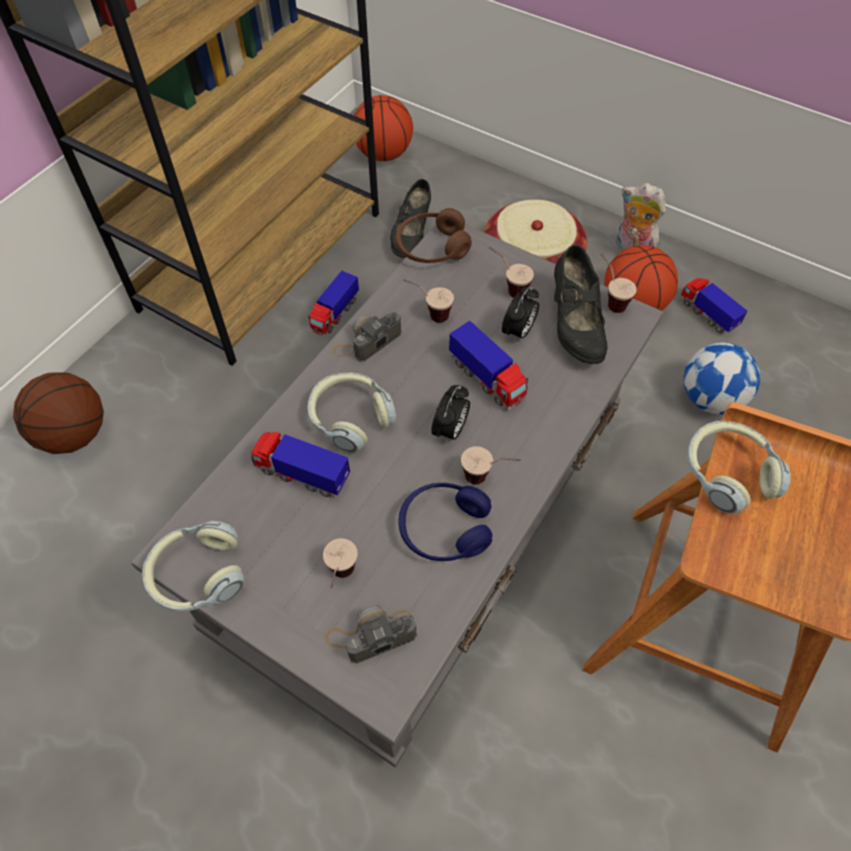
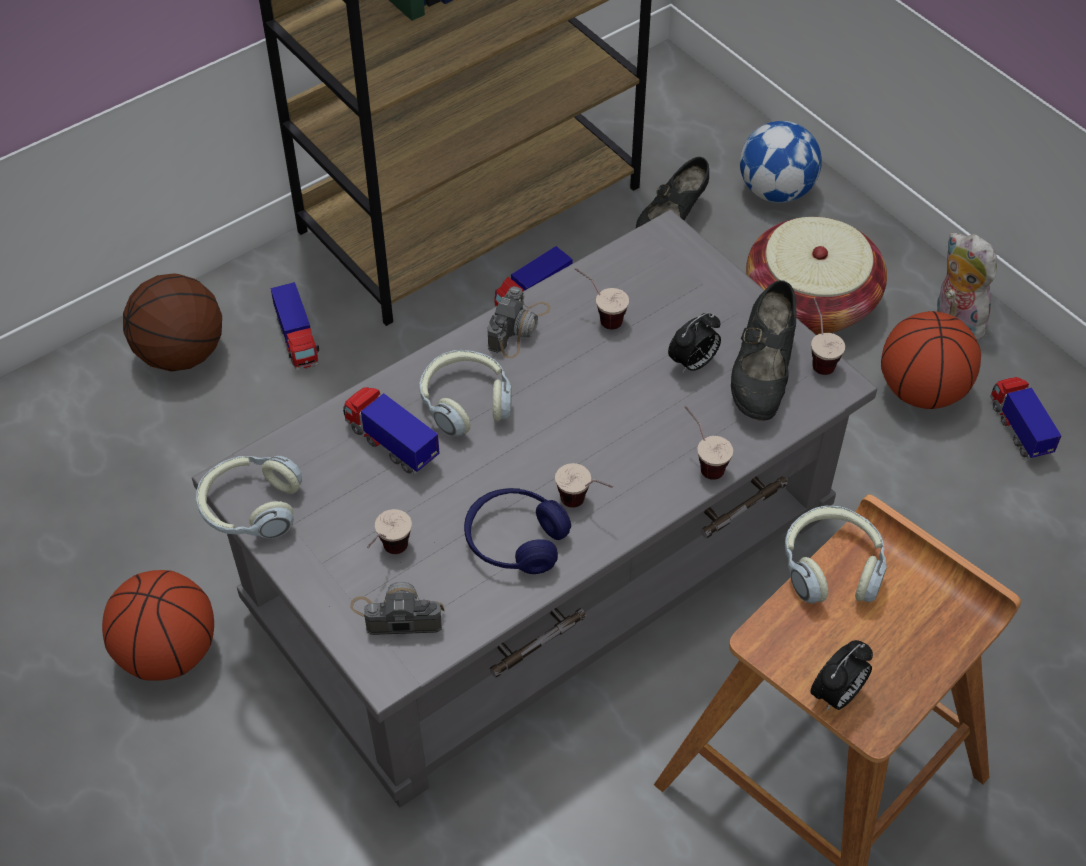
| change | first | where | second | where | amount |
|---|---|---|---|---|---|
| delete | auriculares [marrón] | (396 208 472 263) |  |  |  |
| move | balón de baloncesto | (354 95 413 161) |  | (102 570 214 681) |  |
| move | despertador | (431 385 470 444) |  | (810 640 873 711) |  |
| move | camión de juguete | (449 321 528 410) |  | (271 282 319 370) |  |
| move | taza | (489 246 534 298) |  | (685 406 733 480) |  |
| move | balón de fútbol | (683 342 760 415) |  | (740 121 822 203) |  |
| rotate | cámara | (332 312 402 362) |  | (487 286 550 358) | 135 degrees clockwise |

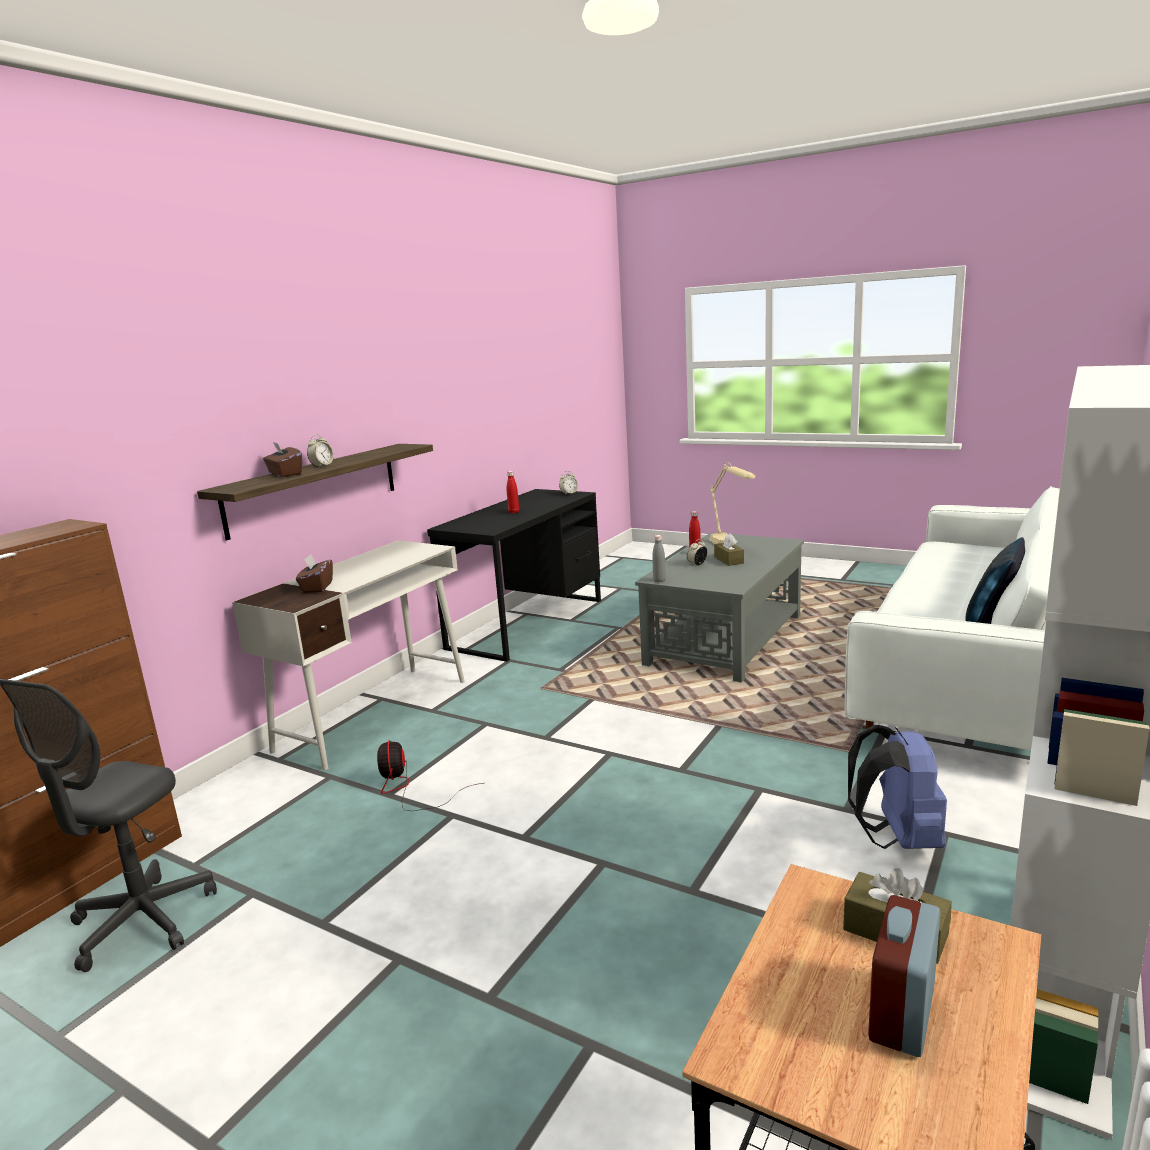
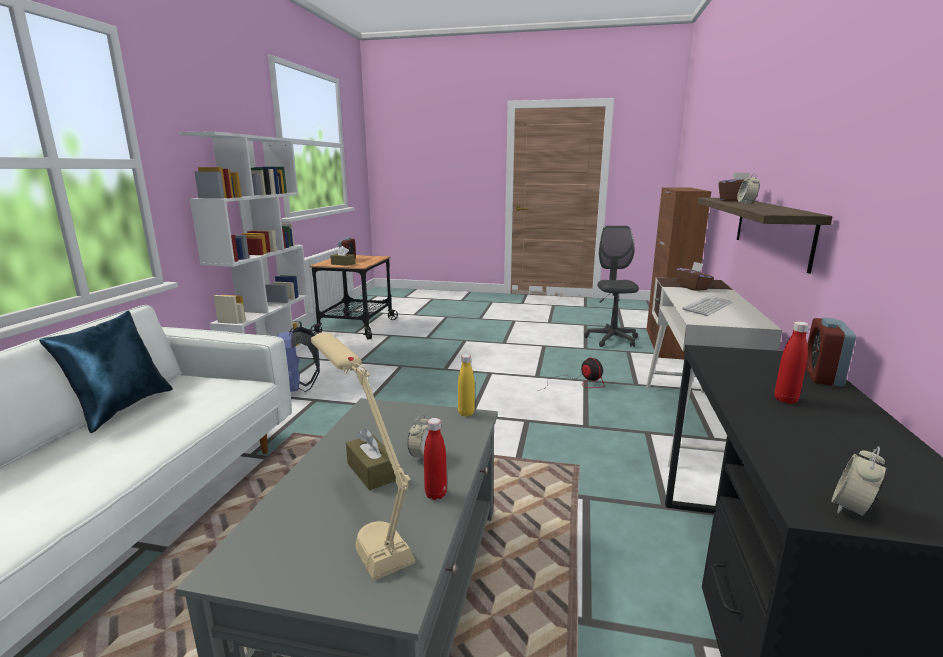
| change | first | where | second | where | amount |
|---|---|---|---|---|---|
| insert |  |  | teclado | (682 295 732 316) |  |
| insert |  |  | despertador | (806 317 856 386) |  |
| recolor | botella [gris] | (652 535 666 583) | botella [amarillo] | (458 354 475 417) |  |

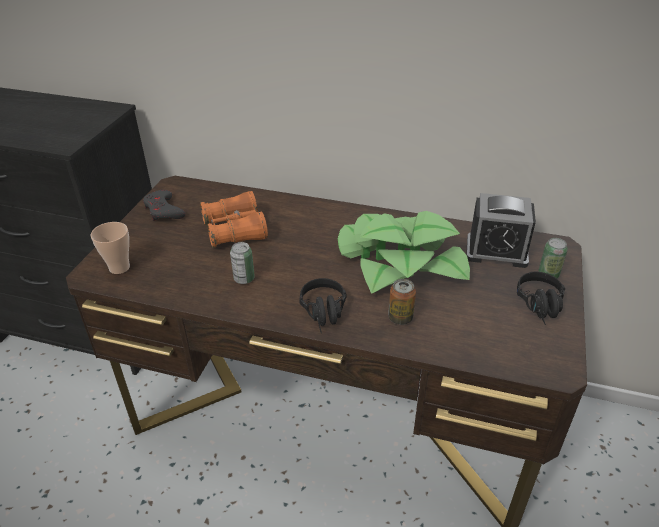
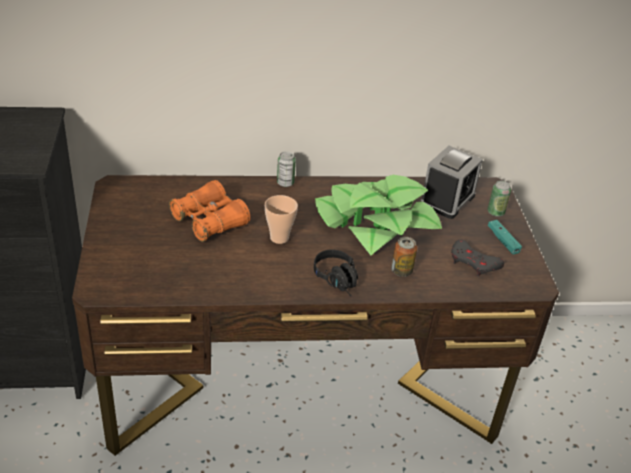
| change | first | where | second | where | amount |
|---|---|---|---|---|---|
| move | taza | (90 222 130 274) |  | (265 195 298 244) |  |
| move | mando de consola [gris] | (143 190 186 221) |  | (451 239 504 276) |  |
| move | lata | (230 242 255 284) |  | (277 151 296 187) |  |
| replace | auriculares [negro] | (517 272 565 325) | mando de consola [turquesa] | (488 220 522 254) |  |
| rotate | despertador | (466 193 536 268) |  | (420 146 483 219) | 45 degrees counterclockwise |

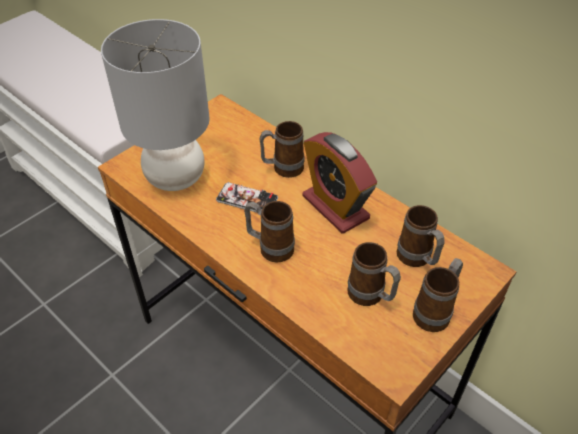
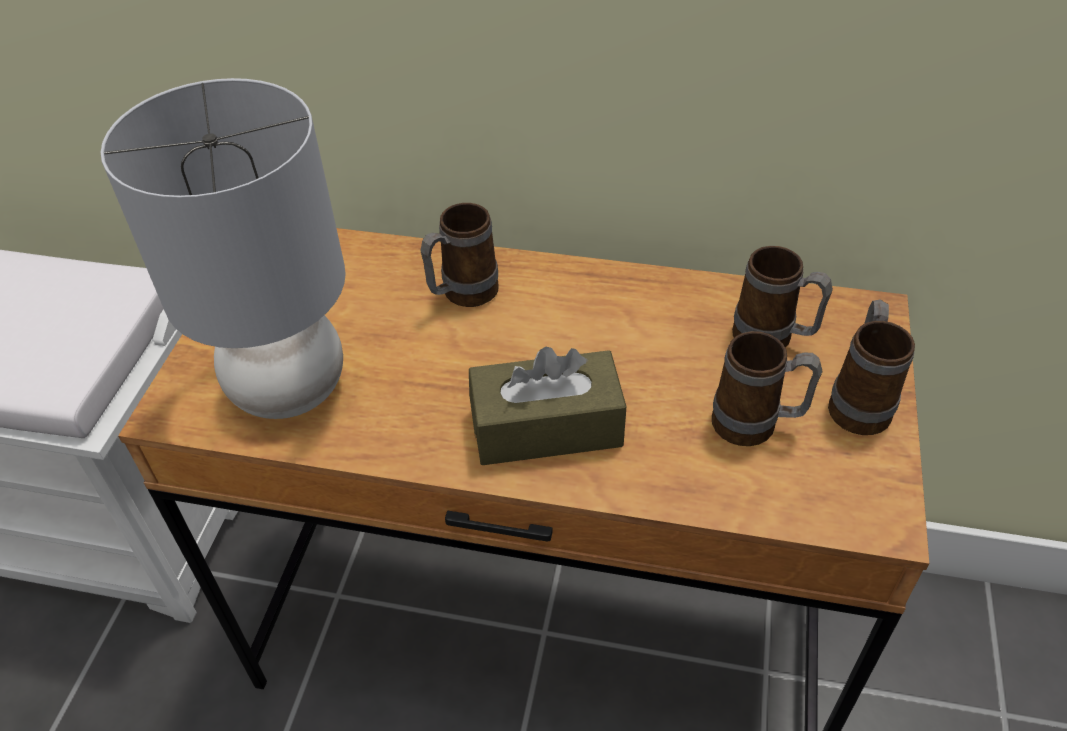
| change | first | where | second | where | amount |
|---|---|---|---|---|---|
| delete | móvil | (216 182 278 213) |  |  |  |
| delete | despertador | (302 132 377 234) |  |  |  |
| replace | taza grande | (244 201 295 263) | caja de pañuelos [marrón] | (469 347 626 465) |  |

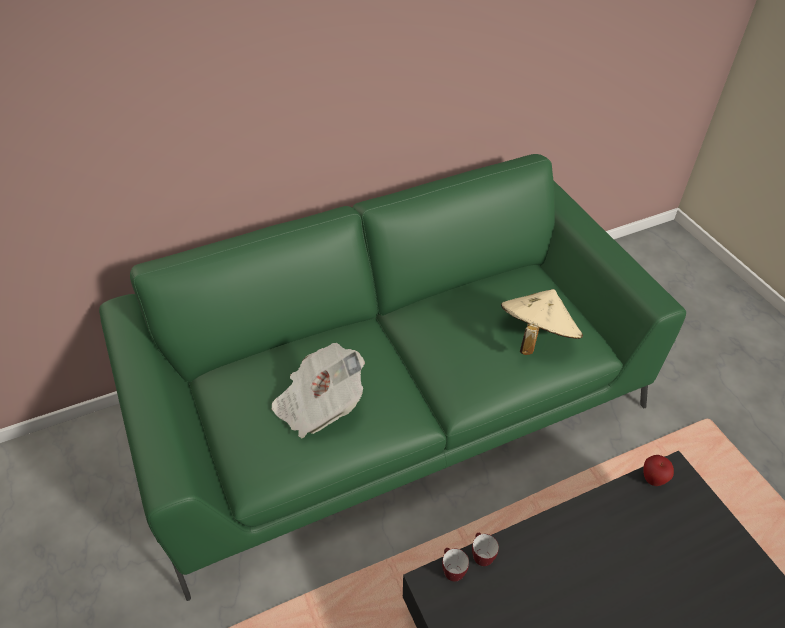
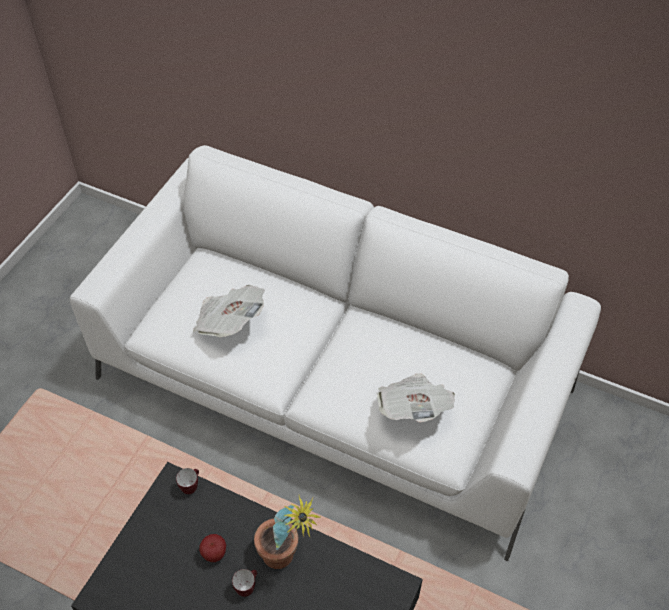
| change | first | where | second | where | amount |
|---|---|---|---|---|---|
| insert |  |  | planta en maceta | (254 496 320 569) |  |
| move | taza grande | (472 533 499 566) |  | (232 569 257 597) |  |
| move | manzana | (643 455 674 486) |  | (199 534 226 562) |  |
| replace | sombrero [beis] | (501 289 583 355) | periódico | (377 373 455 423) |  |
| recolor | sofá [verde] | (99 154 686 601) | sofá [blanco] | (70 145 601 561) |  |

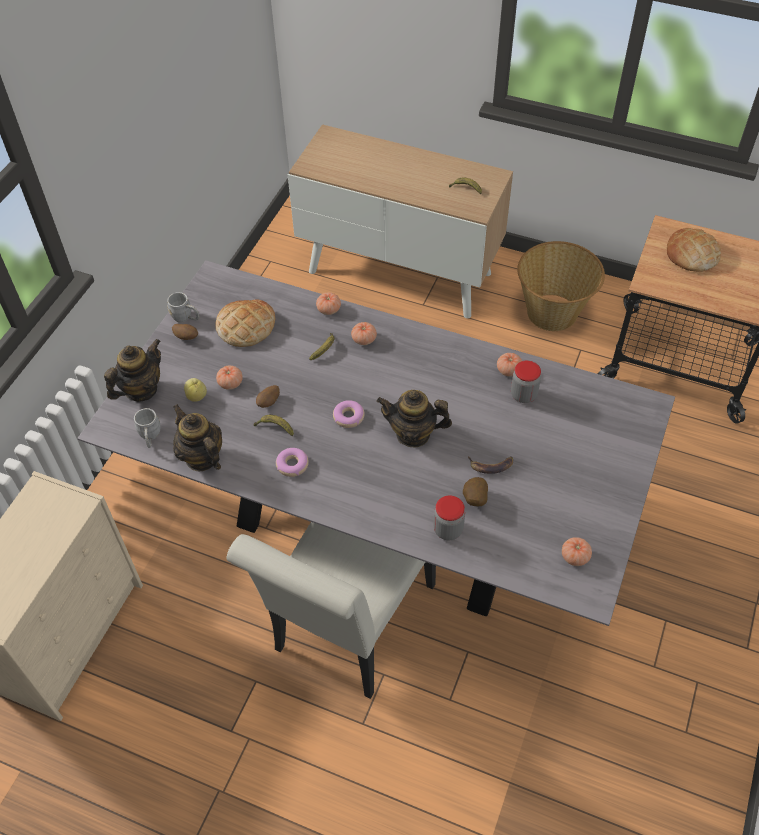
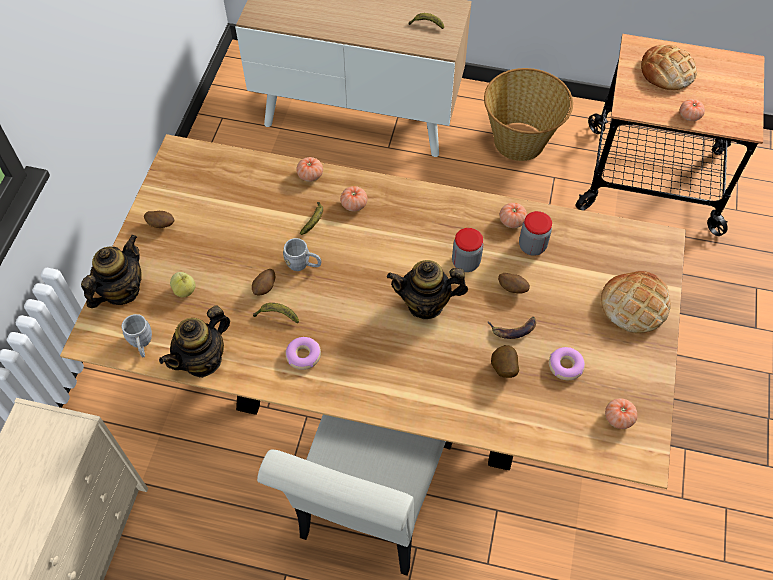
| change | first | where | second | where | amount |
|---|---|---|---|---|---|
| insert |  |  | patata | (498 273 530 293) |  |
| move | taza grande [gris] | (167 292 199 323) |  | (283 238 321 271) |  |
| move | pan | (215 300 275 347) |  | (601 271 671 333) |  |
| move | tomate | (216 366 243 390) |  | (680 99 705 121) |  |
| move | rosquilla | (333 400 365 428) |  | (549 347 585 380) |  |
| move | tarro | (434 495 465 540) |  | (452 228 483 272) |  |
| recolor | mesa de comedor [gris] | (77 260 675 626) | mesa de comedor [marrón] | (60 134 686 489) |  |
| rotate | tetera | (173 404 222 471) |  | (159 306 230 378) | 90 degrees counterclockwise |

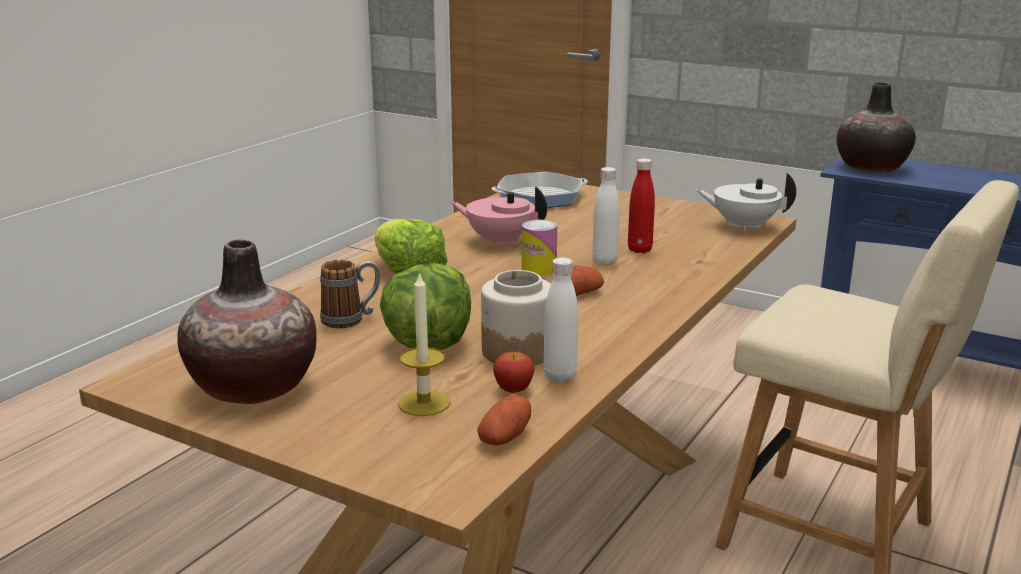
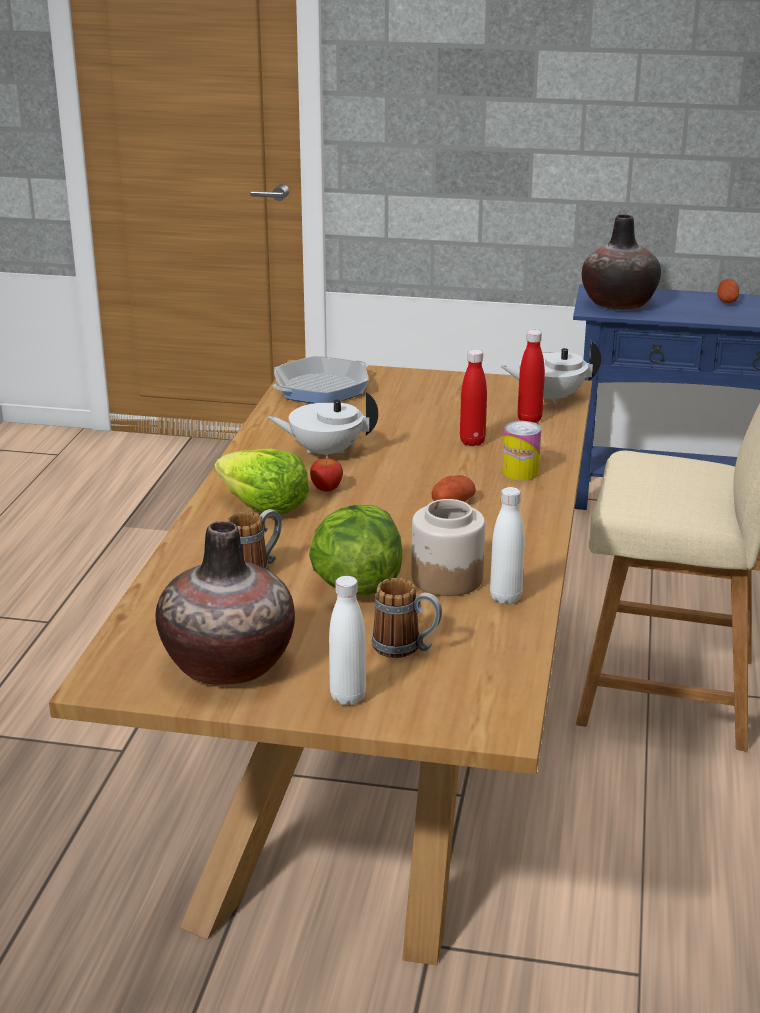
| change | first | where | second | where | amount |
|---|---|---|---|---|---|
| insert |  |  | botella [rojo] | (518 330 545 423) |  |
| move | patata | (477 394 531 445) |  | (718 279 739 303) |  |
| move | manzana | (493 351 535 393) |  | (310 458 343 492) |  |
| move | lata | (521 220 557 276) |  | (502 421 541 480) |  |
| move | botella [blanco] | (592 167 620 265) |  | (329 576 366 705) |  |
| replace | vela | (398 271 451 416) | taza grande | (372 578 442 658) |  |
| recolor | tetera [rosa] | (450 187 547 247) | tetera [blanco] | (267 392 378 458) |  |

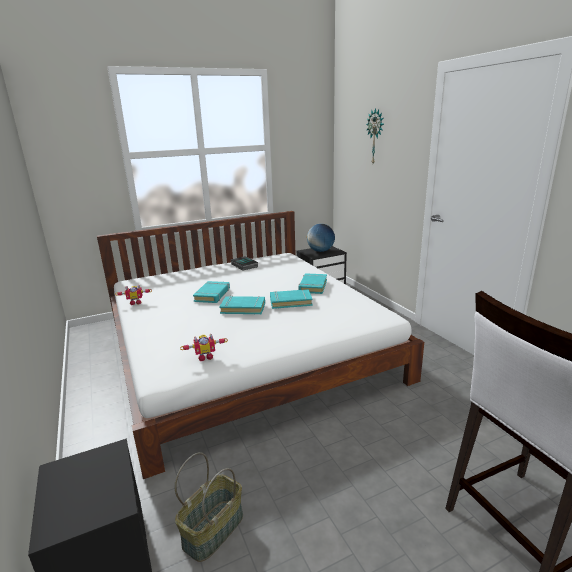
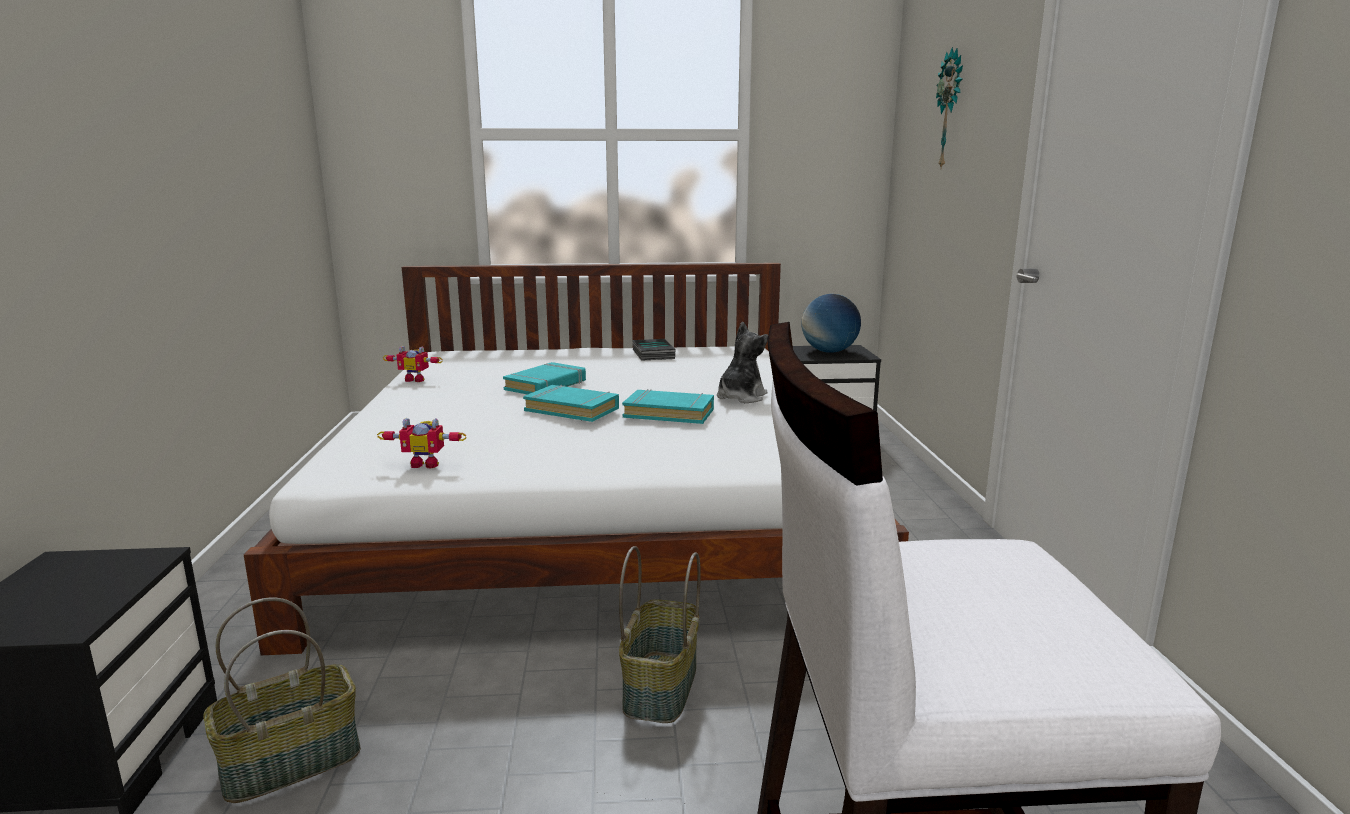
| change | first | where | second | where | amount |
|---|---|---|---|---|---|
| insert |  |  | cesta | (619 546 701 723) |  |
| replace | libro [turquesa] | (298 273 327 294) | peluche | (717 321 768 403) |  |

